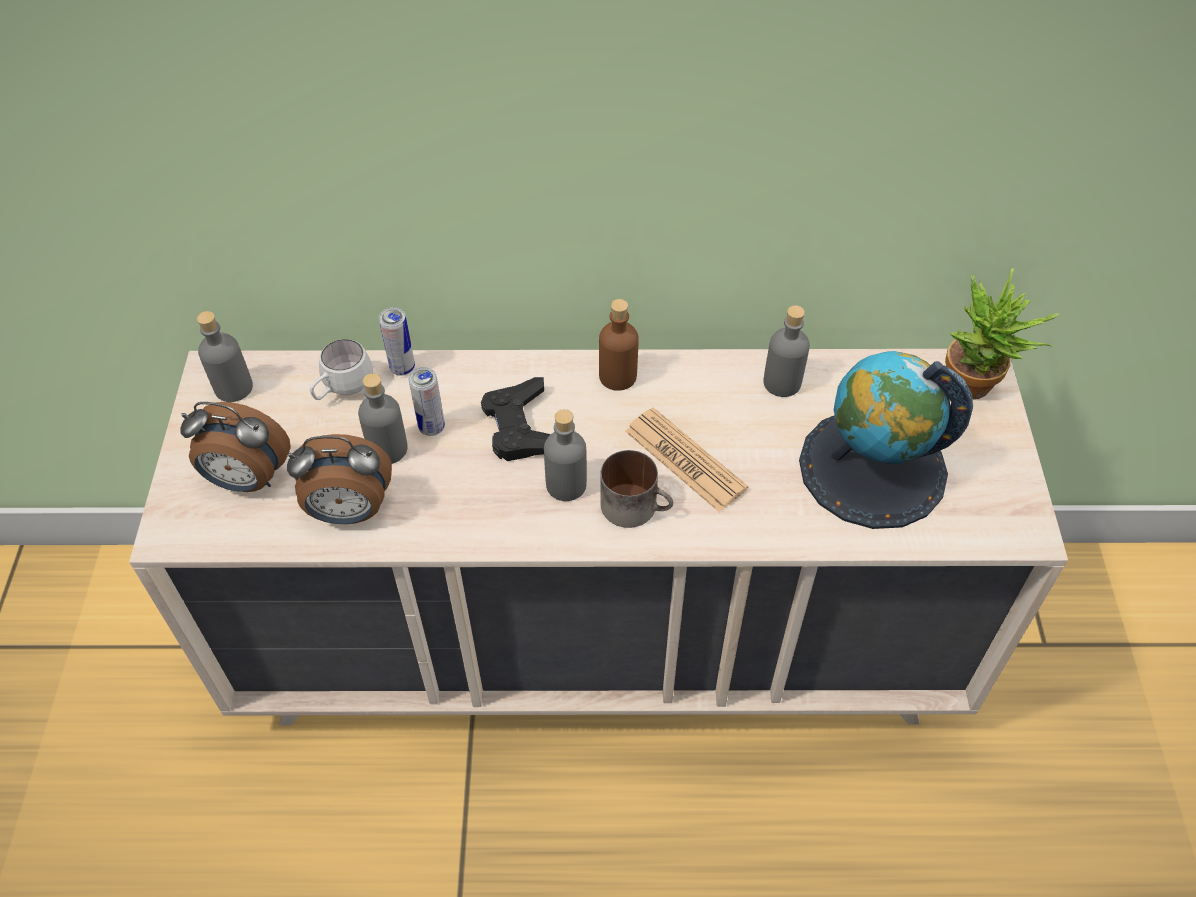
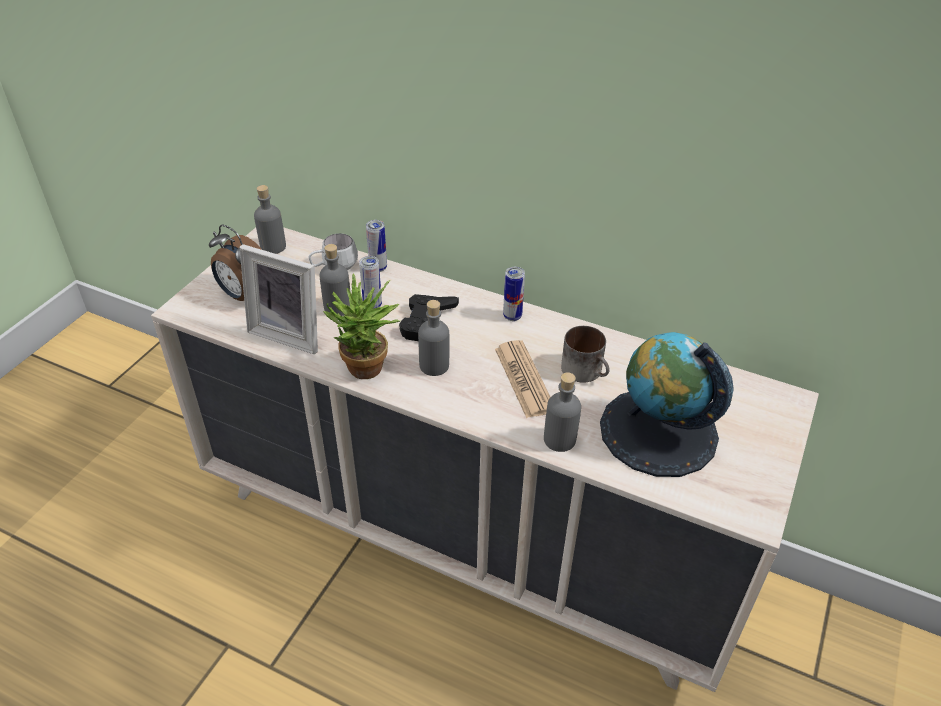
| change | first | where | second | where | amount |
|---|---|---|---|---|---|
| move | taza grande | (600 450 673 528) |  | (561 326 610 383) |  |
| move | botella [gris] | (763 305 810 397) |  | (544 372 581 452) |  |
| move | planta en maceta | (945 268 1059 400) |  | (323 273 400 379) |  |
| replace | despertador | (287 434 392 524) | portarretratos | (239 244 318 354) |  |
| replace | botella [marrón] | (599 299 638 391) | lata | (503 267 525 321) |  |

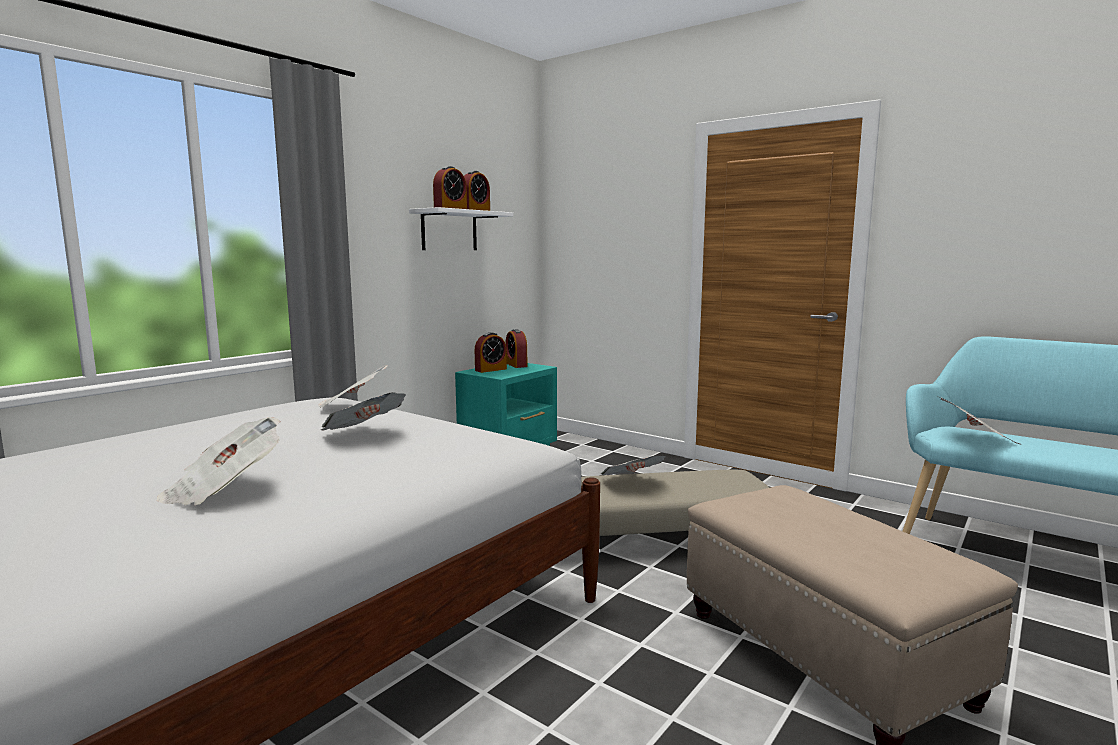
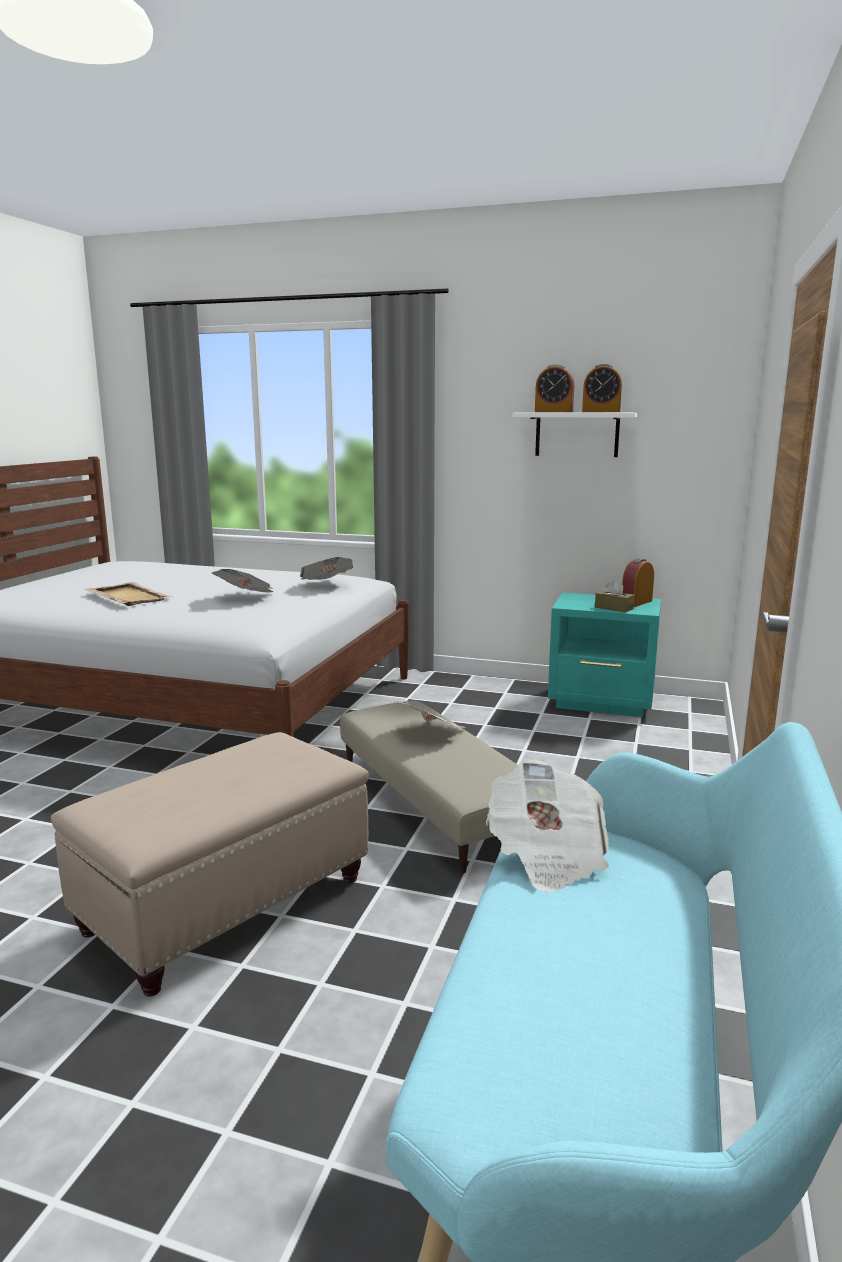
| change | first | where | second | where | amount |
|---|---|---|---|---|---|
| delete | despertador | (475 332 507 373) |  |  |  |
| insert |  |  | caja de pañuelos [marrón] | (595 580 635 613) |  |
| replace | periódico | (157 417 281 506) | bandeja [beis] | (85 582 174 606) |  |

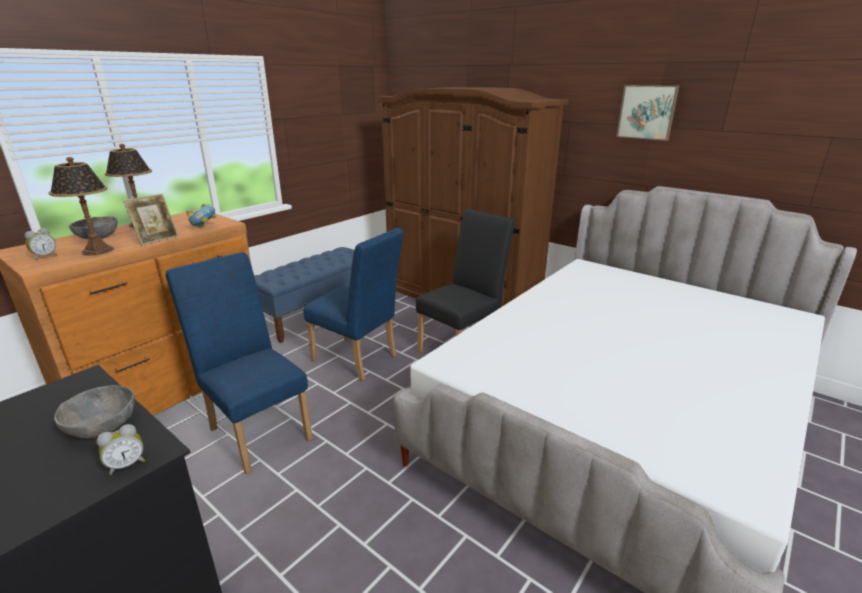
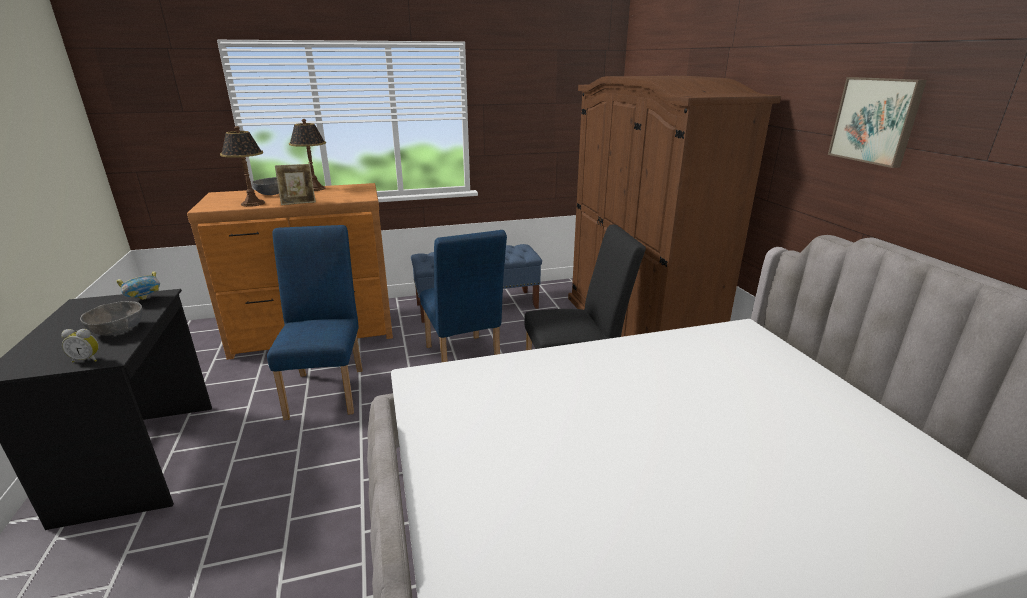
| change | first | where | second | where | amount |
|---|---|---|---|---|---|
| delete | despertador | (25 228 57 260) |  |  |  |
| move | cuenco | (186 204 217 228) |  | (117 271 160 300) |  |

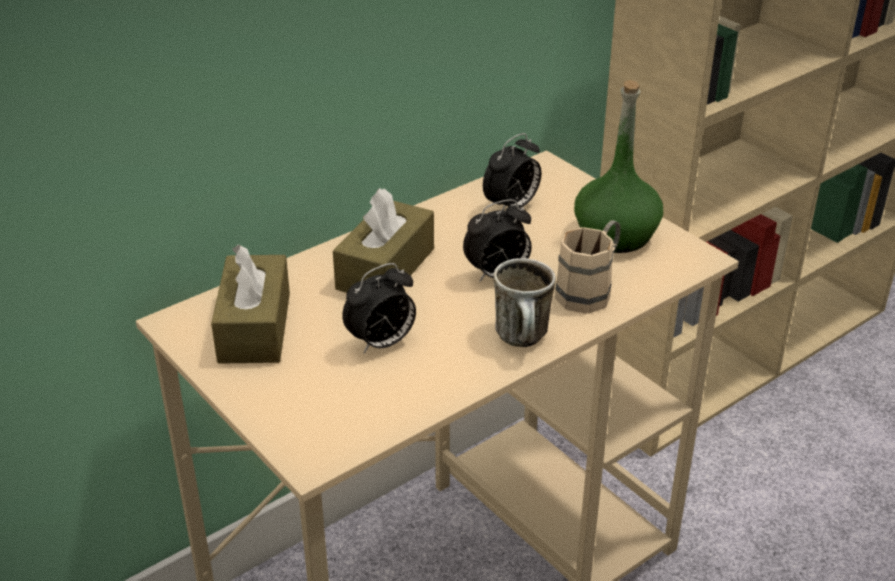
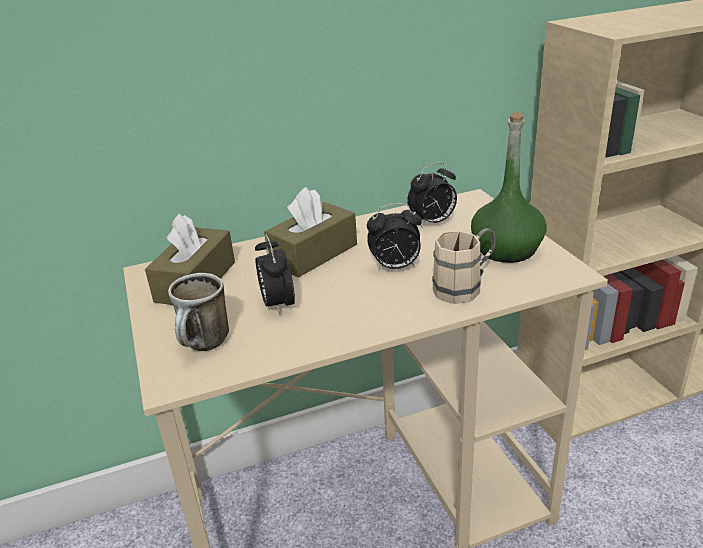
| change | first | where | second | where | amount |
|---|---|---|---|---|---|
| move | taza grande | (493 258 556 347) |  | (168 273 229 351) |  |
| rotate | despertador | (342 263 416 354) |  | (255 234 295 316) | 90 degrees clockwise |

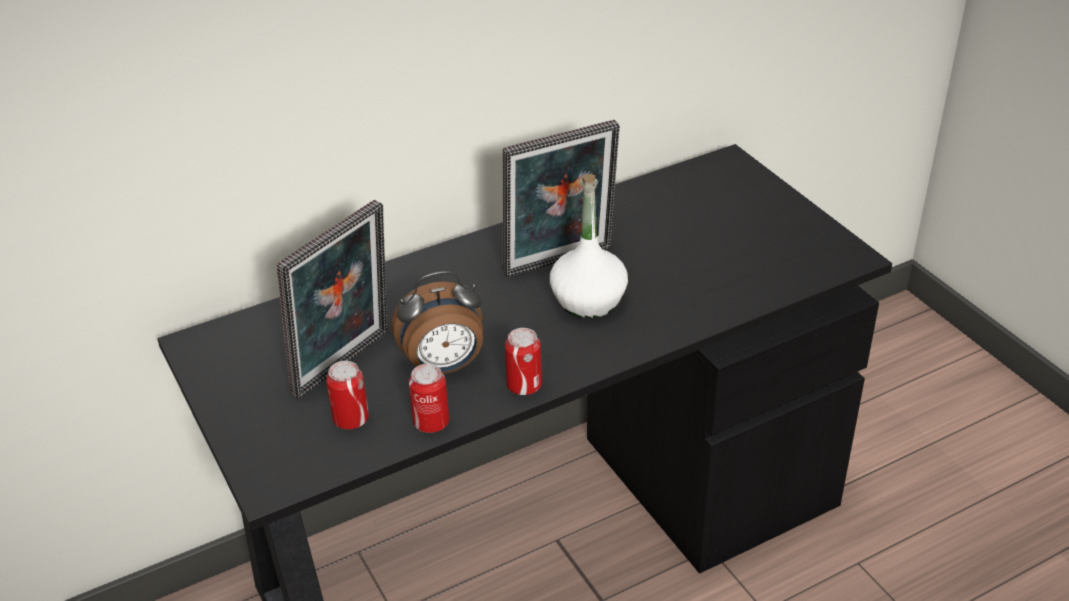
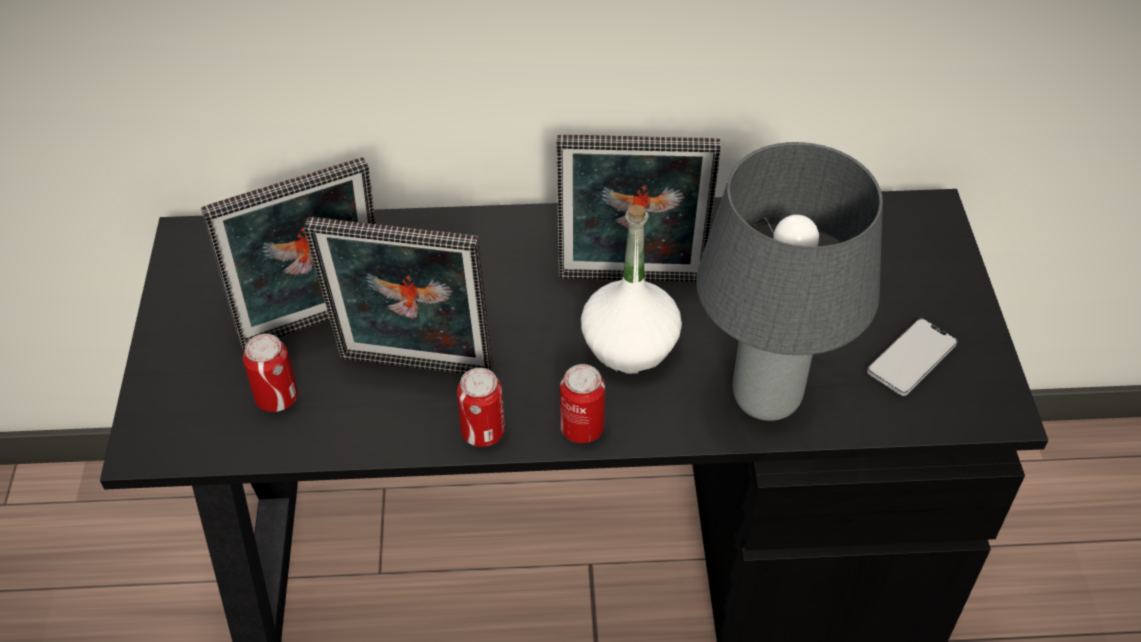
| change | first | where | second | where | amount |
|---|---|---|---|---|---|
| insert |  |  | lámpara de mesa [gris] | (696 142 883 421) |  |
| insert |  |  | móvil | (867 318 957 396) |  |
| move | lata | (409 364 449 433) |  | (560 364 605 443) |  |
| replace | despertador | (391 271 483 374) | portarretratos | (304 217 493 374) |  |

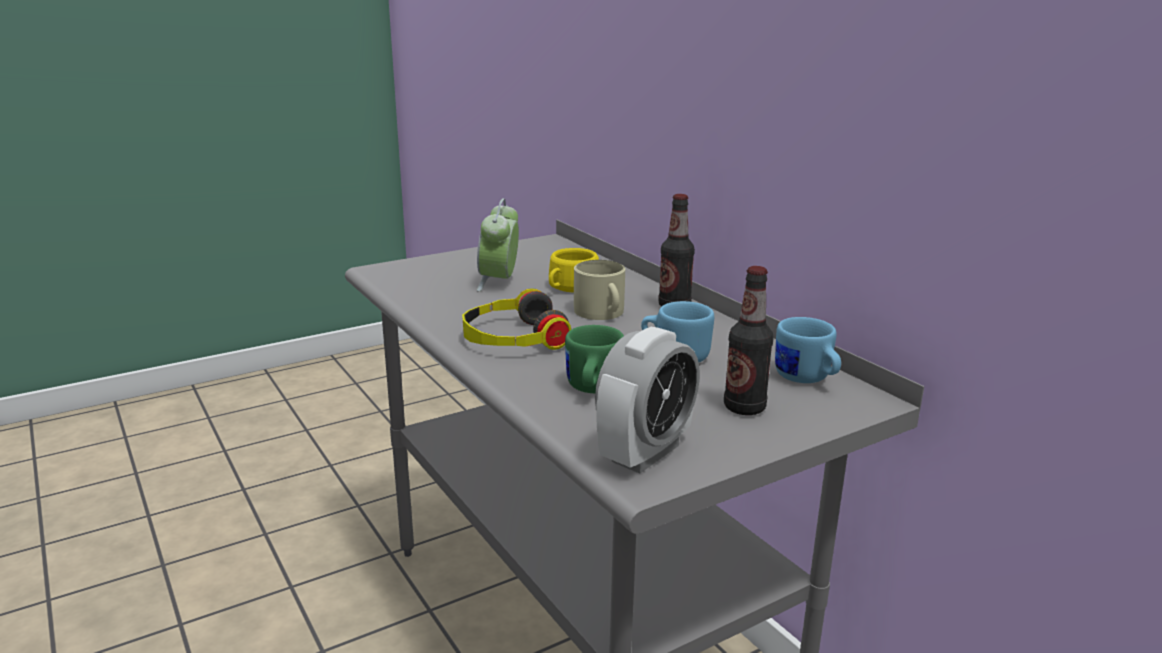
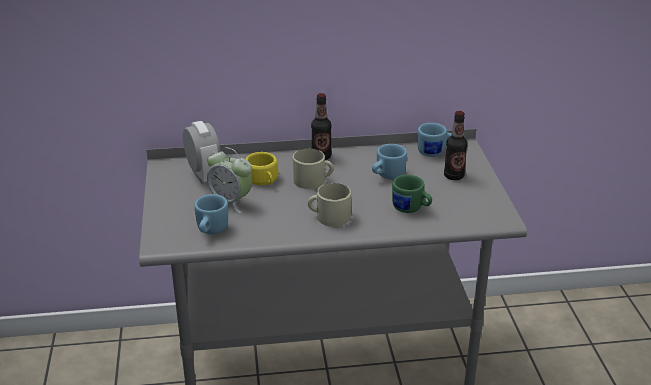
| change | first | where | second | where | amount |
|---|---|---|---|---|---|
| insert |  |  | taza grande [azul] | (194 194 228 234) |  |
| move | despertador | (595 327 700 473) |  | (183 121 221 184) |  |
| replace | auriculares | (462 288 571 350) | taza grande [beis] | (308 183 351 227) |  |

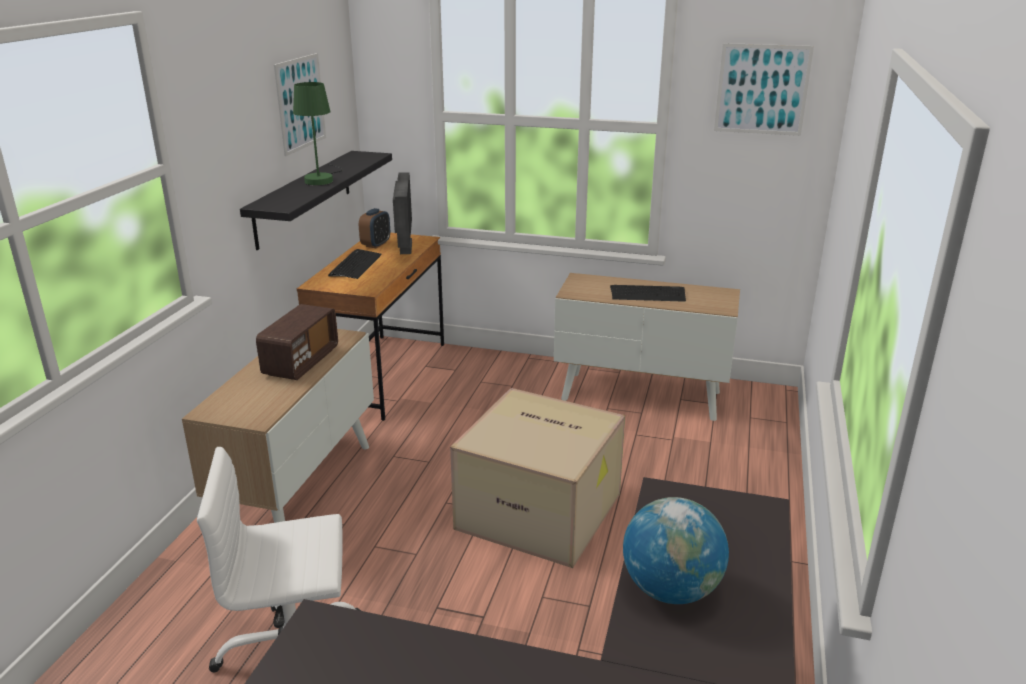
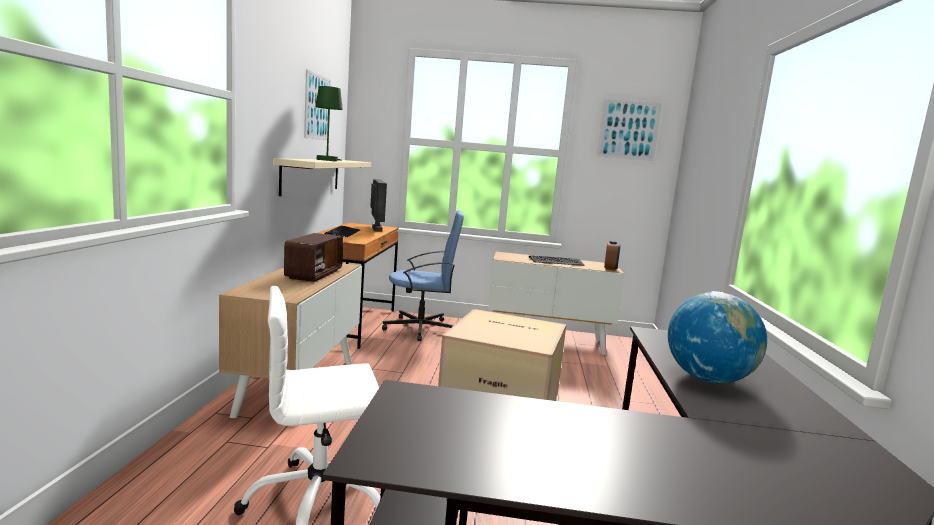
| change | first | where | second | where | amount |
|---|---|---|---|---|---|
| insert |  |  | silla de oficina [azul] | (382 210 464 341) |  |
| move | despertador | (359 208 390 248) |  | (604 240 620 271) |  |
| recolor | estante [negro] | (240 151 392 250) | estante [beis] | (273 158 371 196) |  |

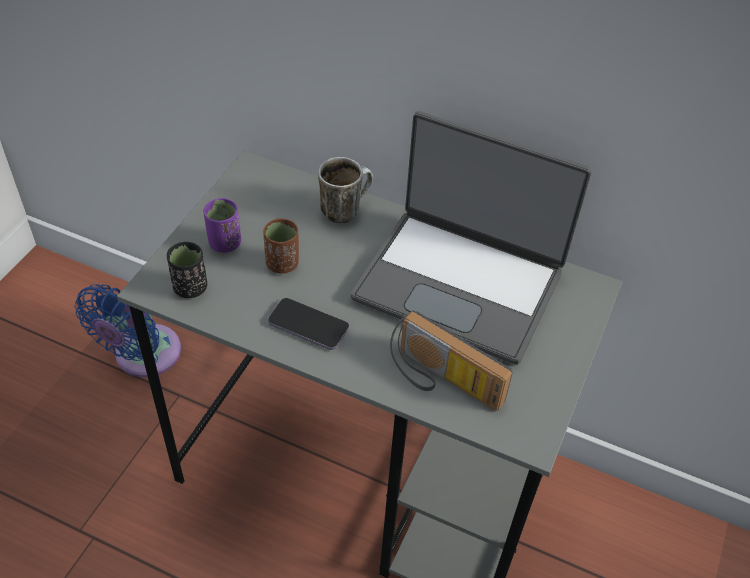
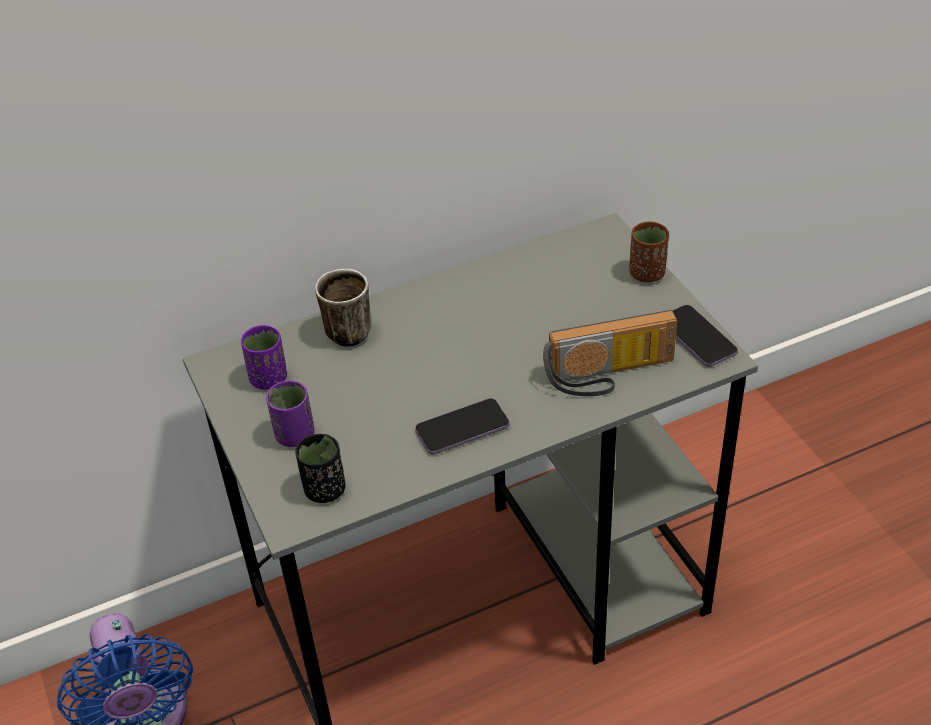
| change | first | where | second | where | amount |
|---|---|---|---|---|---|
| delete | portátil | (351 111 592 365) |  |  |  |
| insert |  |  | taza [morado] | (241 325 287 390) |  |
| insert |  |  | móvil | (673 305 738 367) |  |
| move | taza [marrón] | (263 218 299 274) |  | (629 221 669 283) |  |

